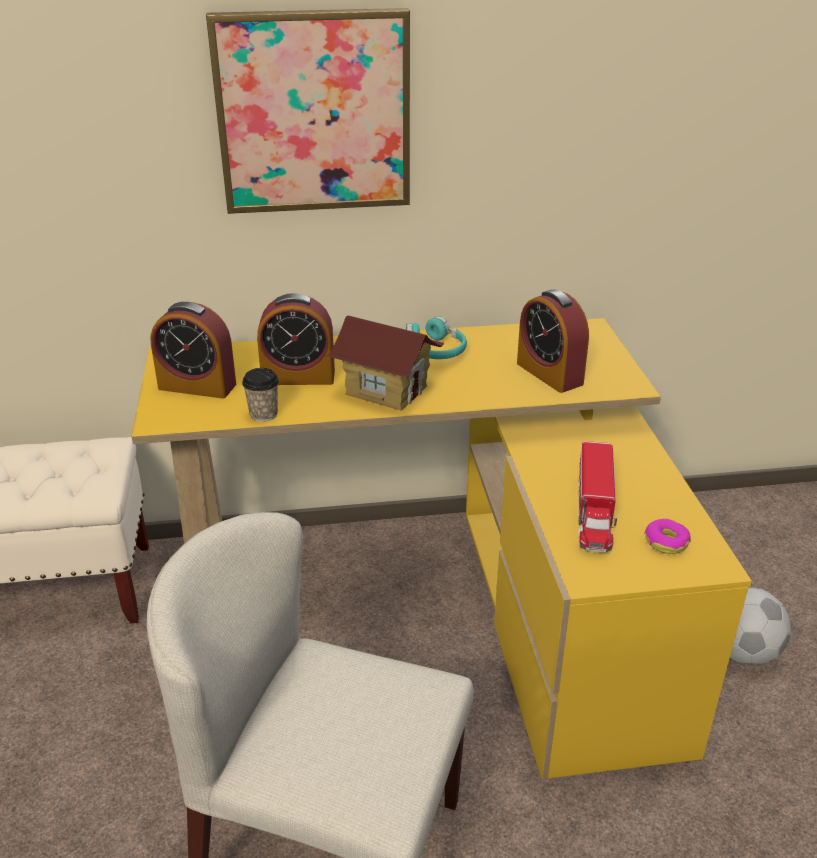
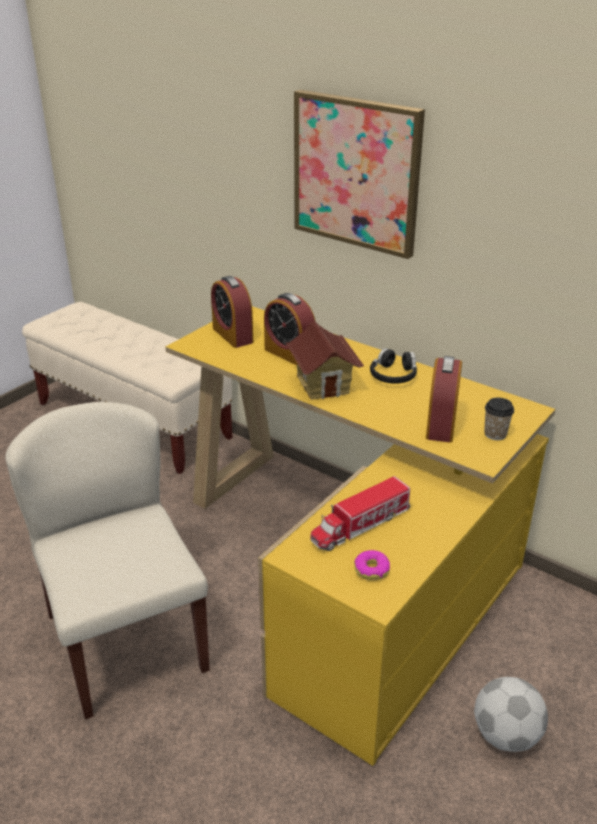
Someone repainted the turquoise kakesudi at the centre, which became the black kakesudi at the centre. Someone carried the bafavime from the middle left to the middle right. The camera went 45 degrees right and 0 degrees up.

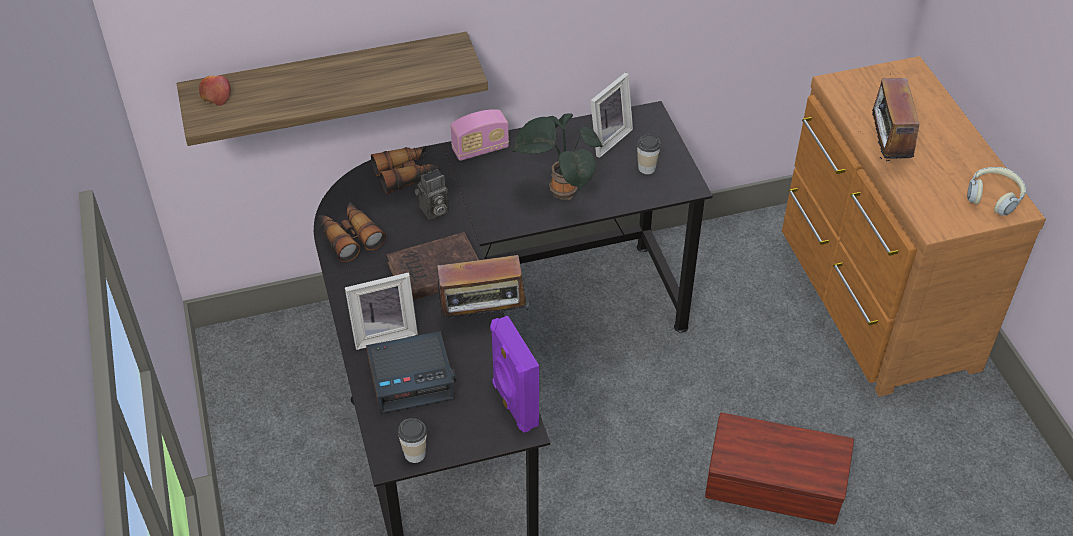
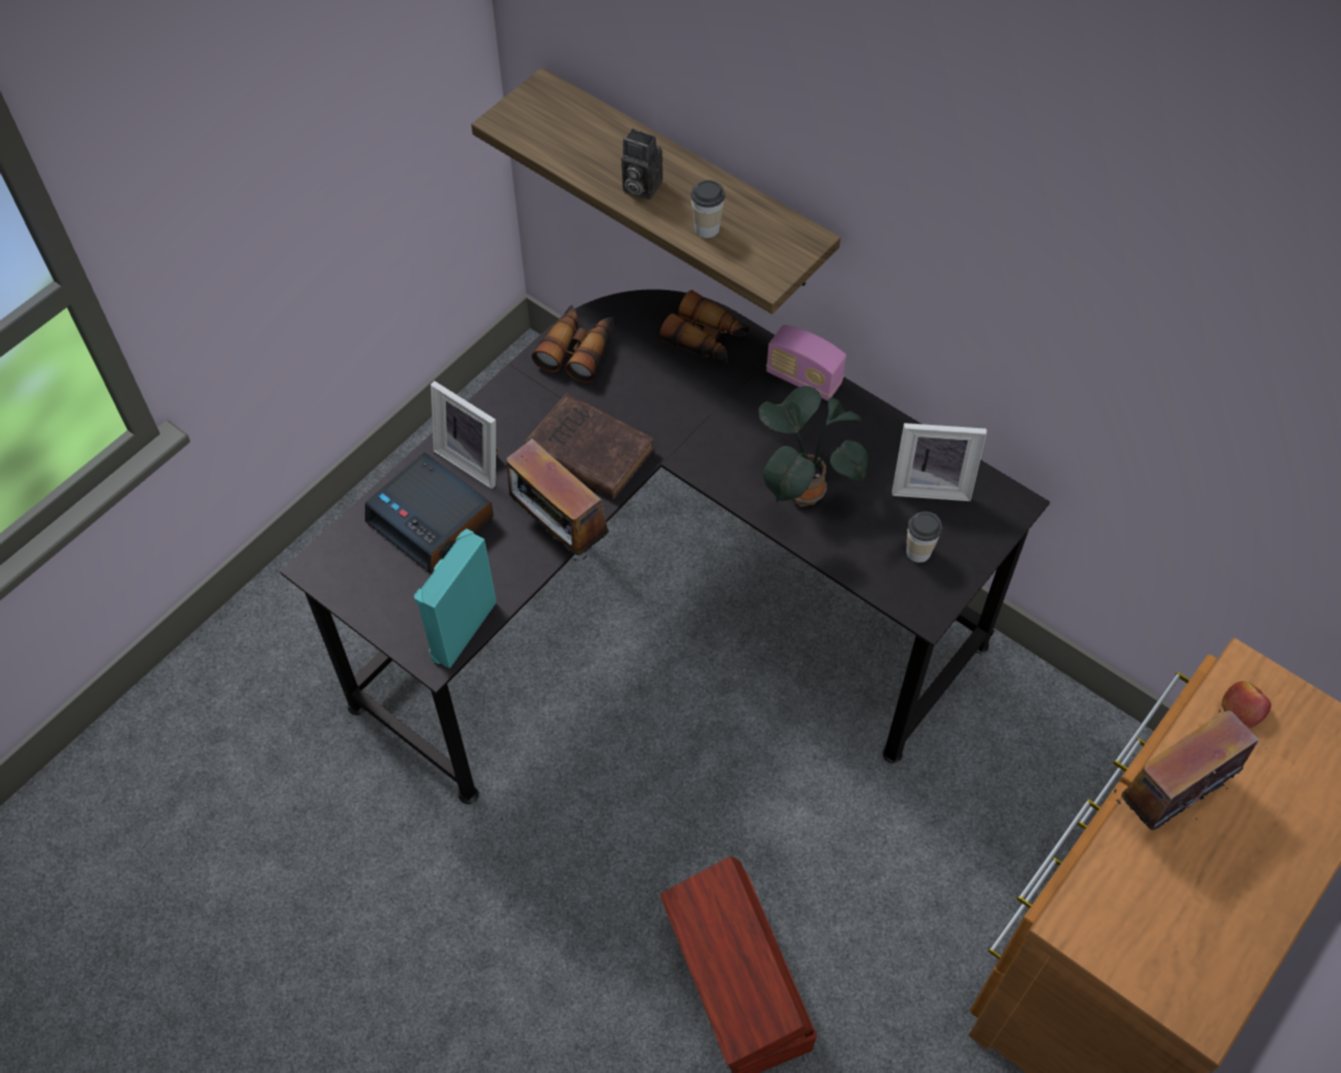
Someone carried the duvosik from the top left to the middle right. Someone took away the kakesudi at the middle right. Someone carried the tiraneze from the centre to the top centre. Someone repainted the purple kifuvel at the bottom centre, which became the turquoise kifuvel at the centre. Someone carried the bafavime (1st from left) from the bottom centre to the top centre. The camera went 55 degrees right and 10 degrees up.

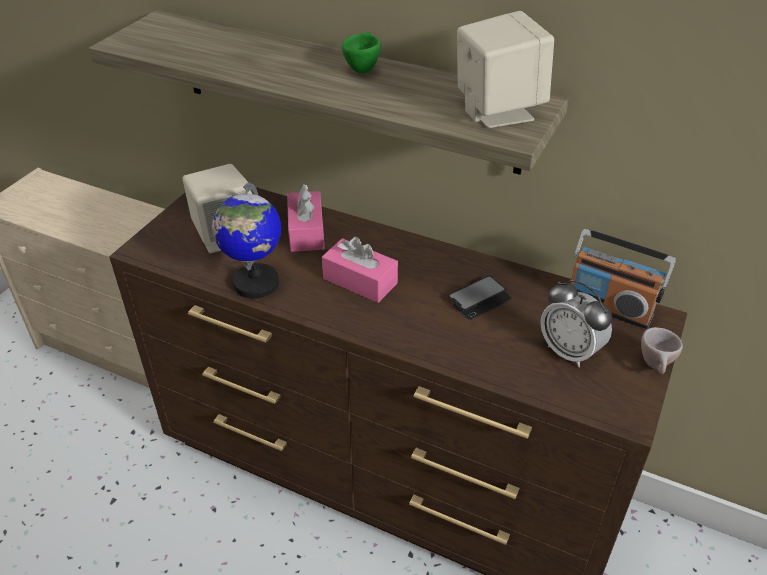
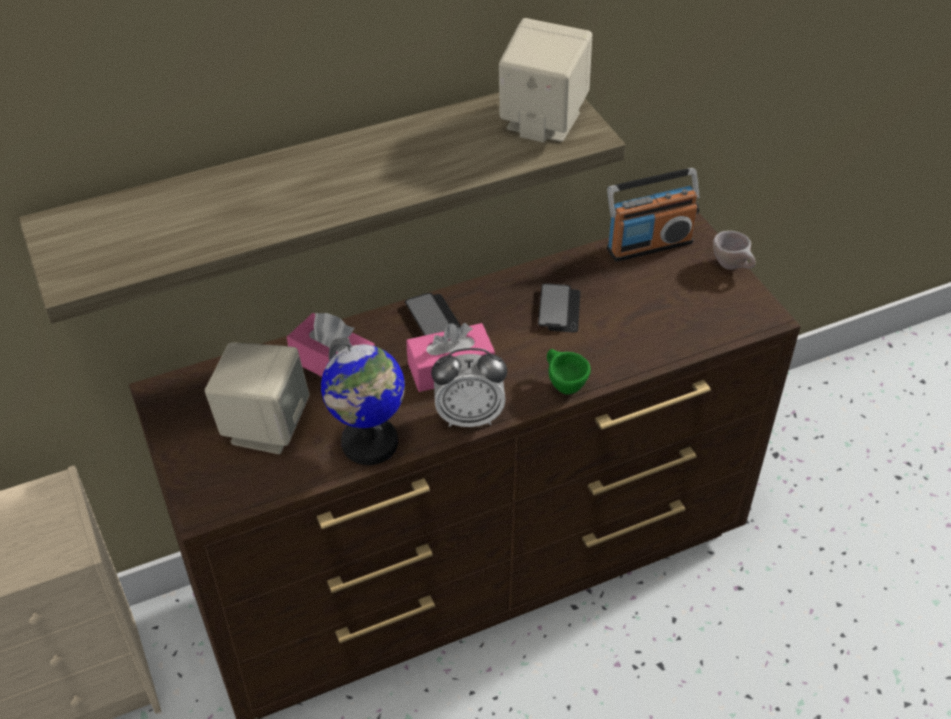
Someone carried the green bafavime from the top centre to the centre. Someone carried the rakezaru from the middle right to the centre. Someone put down the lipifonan (1st from left) at the centre. The camera went 50 degrees left and 5 degrees up.

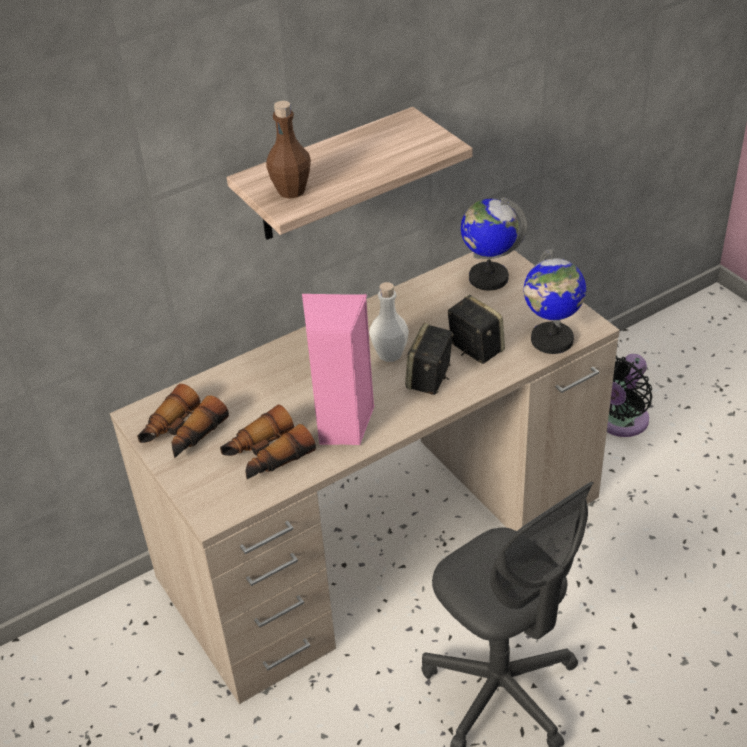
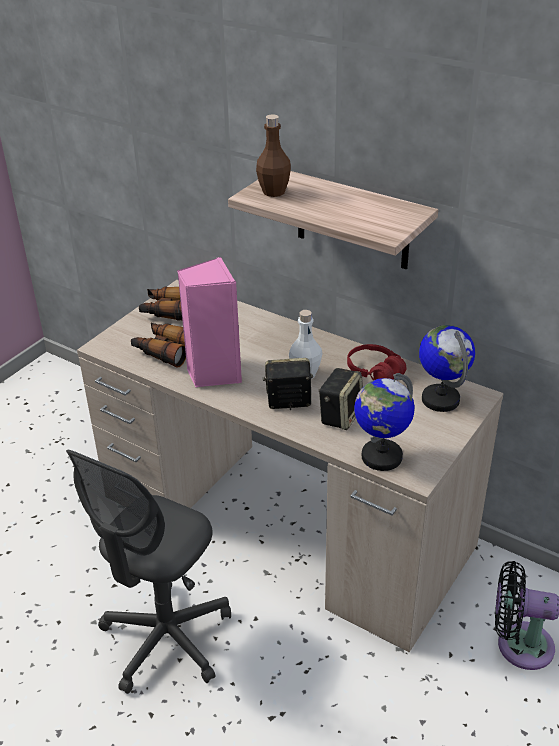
Someone put down the red kakesudi at the middle right. The camera went 65 degrees right and 5 degrees down.

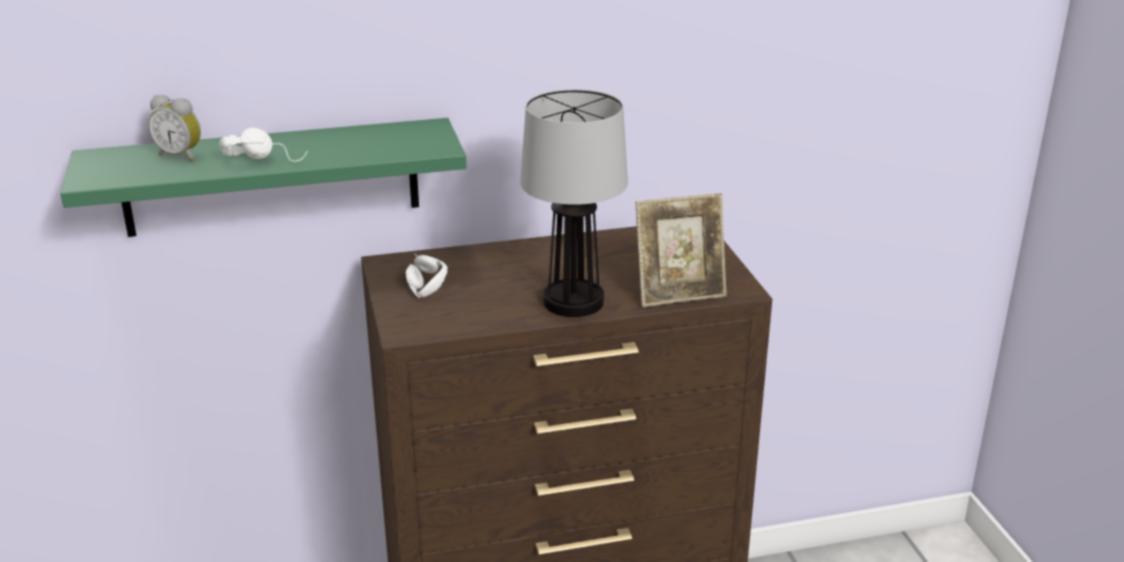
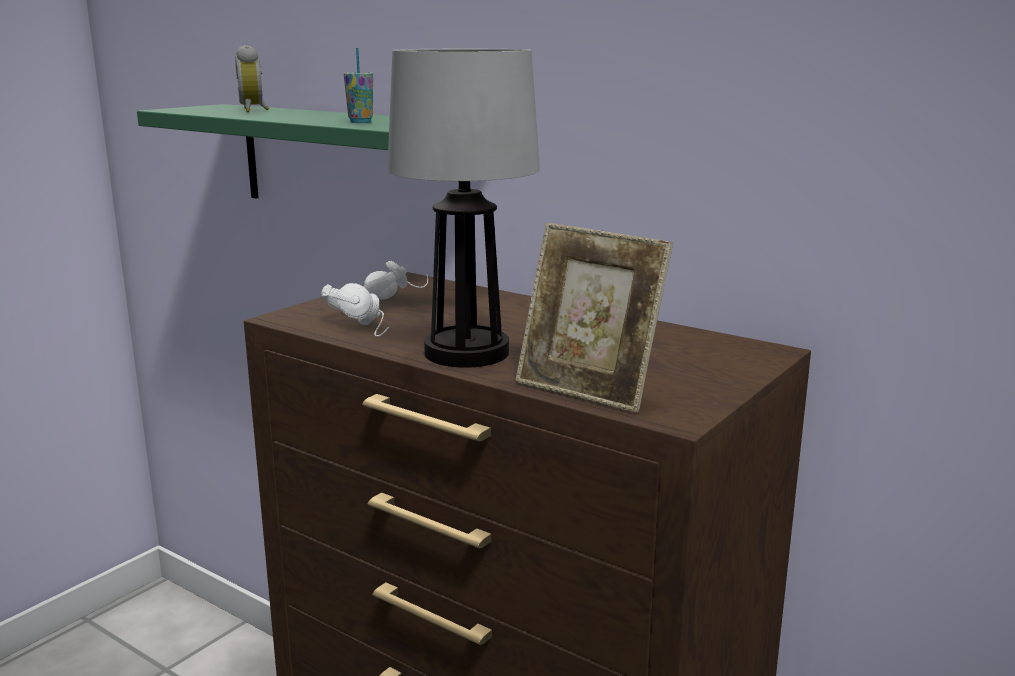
Someone carried the white kakesudi (1st from left) from the top left to the centre. Someone put down the bafavime at the top centre. The camera went 50 degrees right and 10 degrees down.

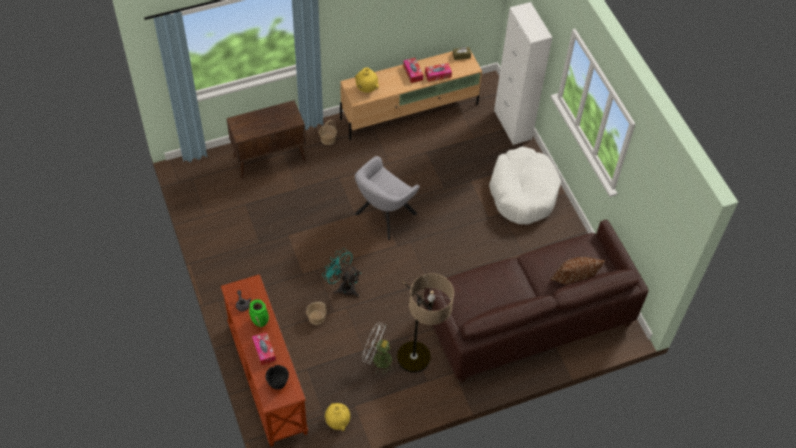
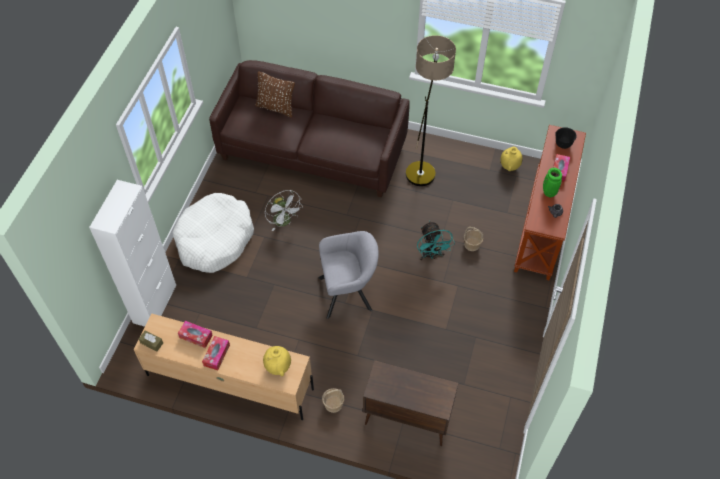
Someone carried the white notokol from the bottom centre to the centre. The camera went 140 degrees left and 0 degrees up.

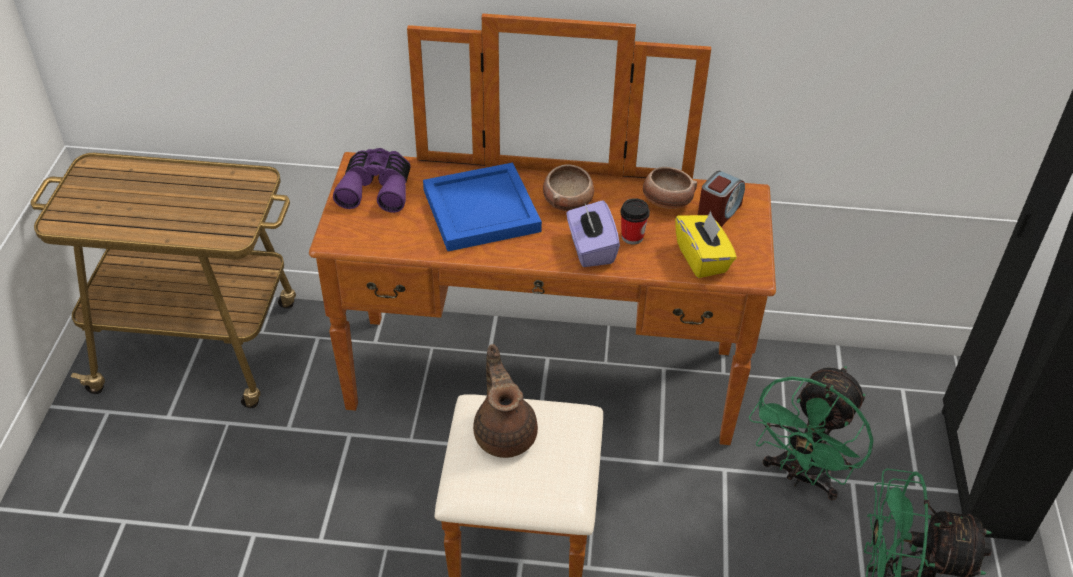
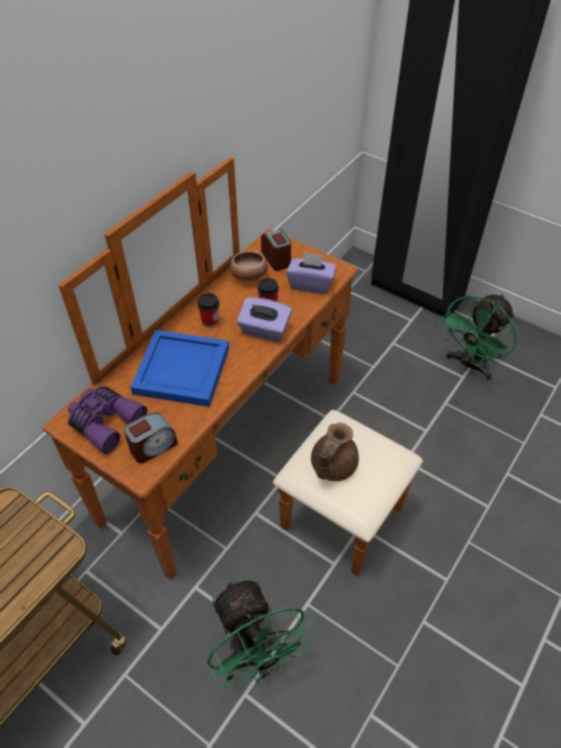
Someone swapped the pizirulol (1st from left) at the top centre for the bafavime (1st from left) at the centre. Someone repainted the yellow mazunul at the centre, which became the purple mazunul (2nd from left) at the centre. Someone rotated the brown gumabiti at the bottom centre by 75 degrees counterclockwise. Someone carried the green notokol (1st from left) from the bottom right to the bottom centre. Someone put down the rakezaru (1st from left) at the middle left. The camera went 60 degrees left and 5 degrees up.

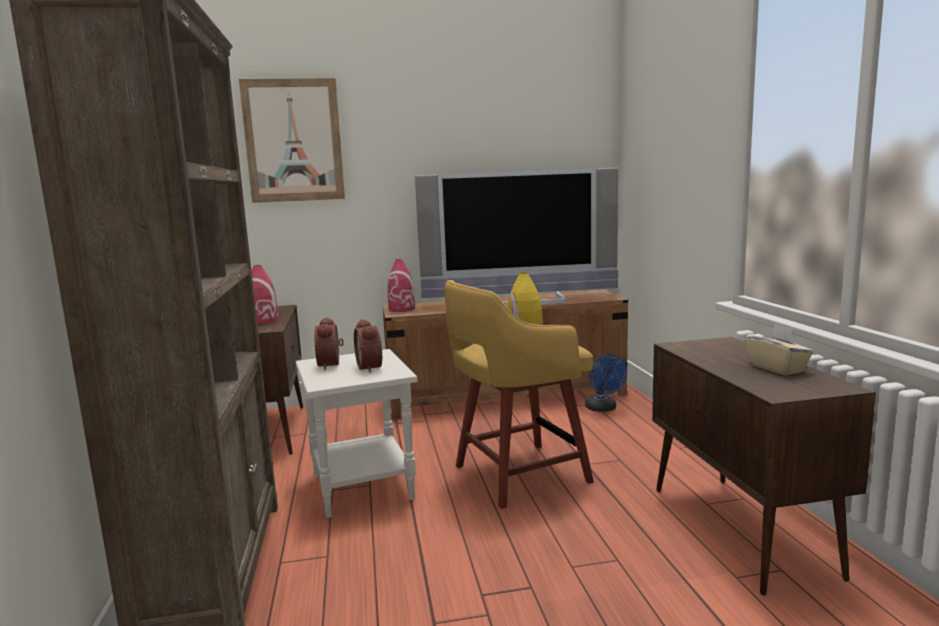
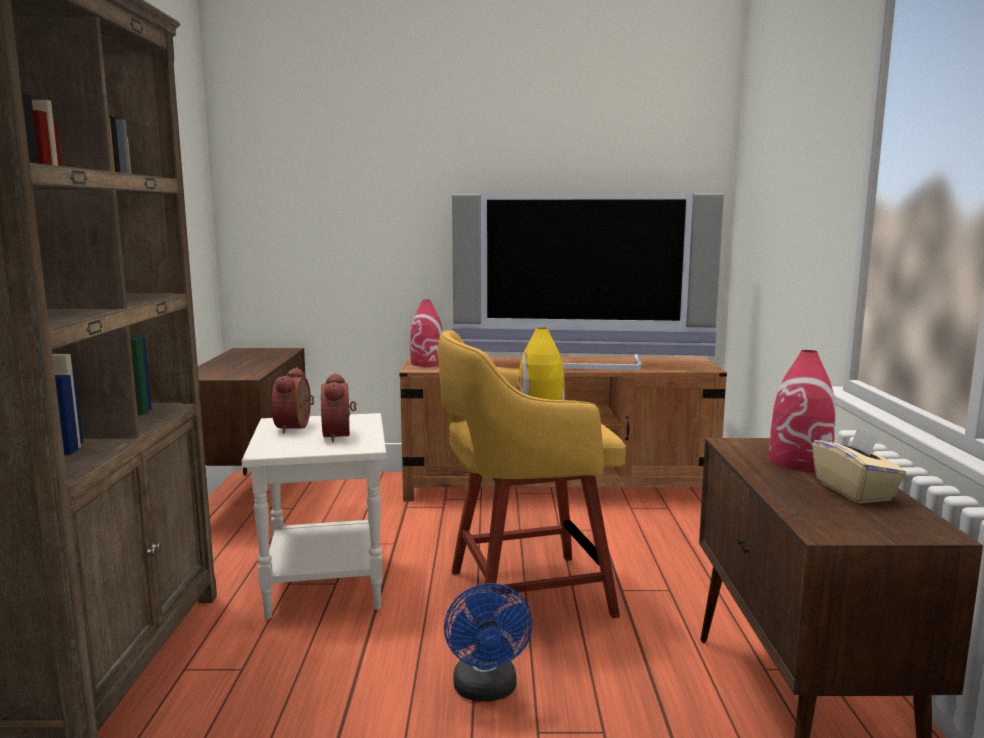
Someone took away the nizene at the top left. Someone carried the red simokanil (1st from left in the first image) from the middle left to the middle right. Someone carried the blue notokol from the centre to the bottom centre. The camera went 10 degrees right and 0 degrees up.

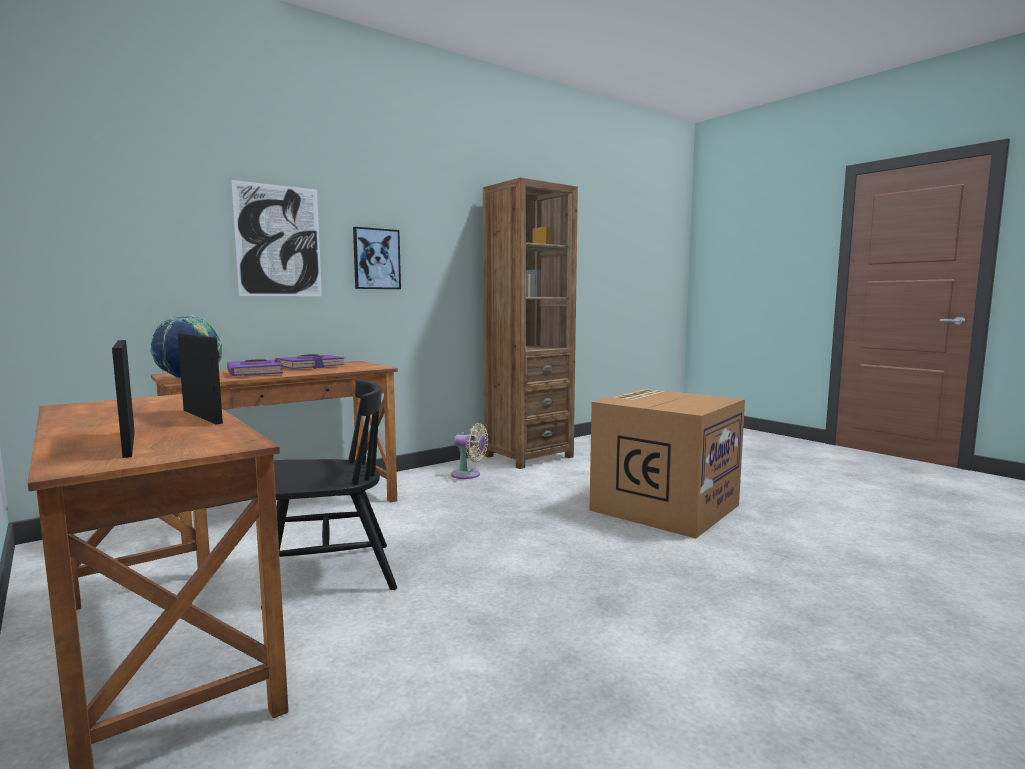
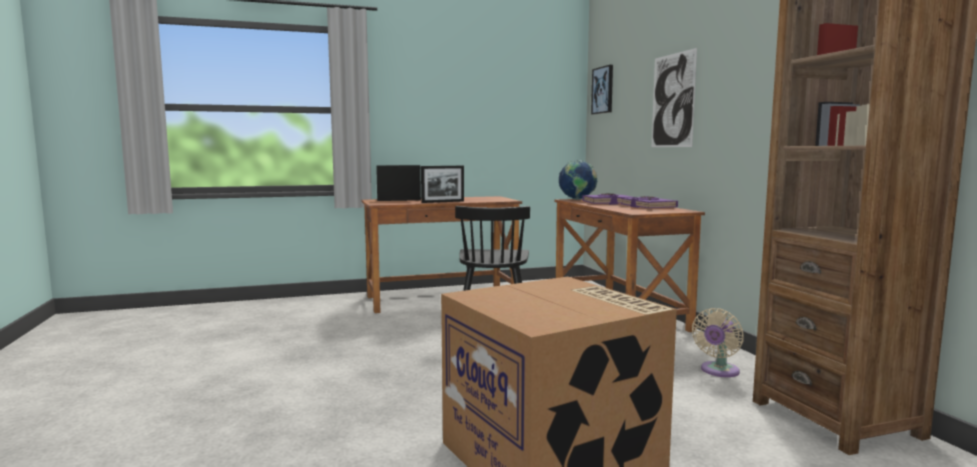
Someone carried the nizene (2nd from left in the first image) from the centre to the top centre. The camera went 110 degrees right and 0 degrees up.

